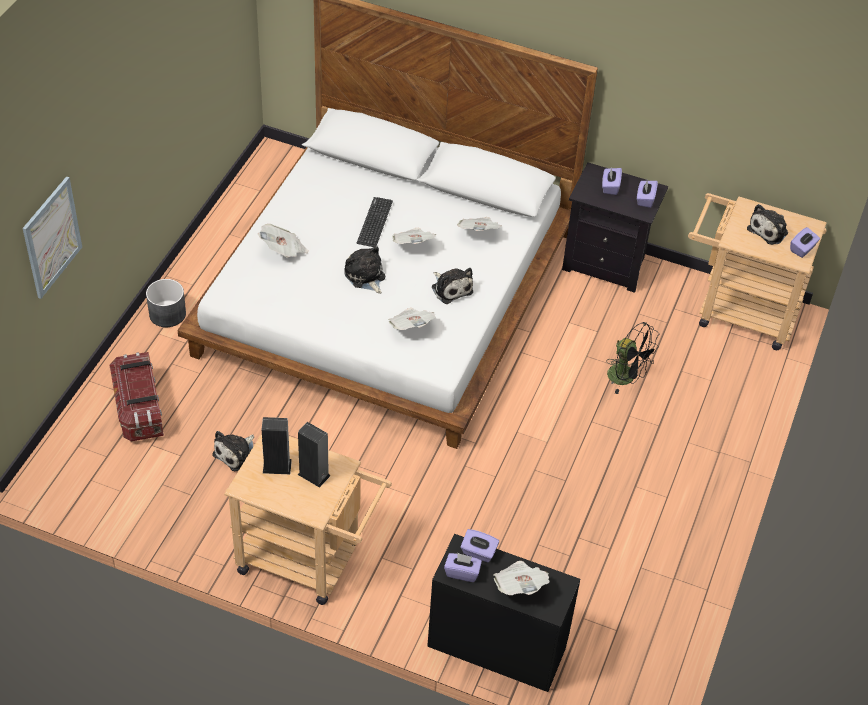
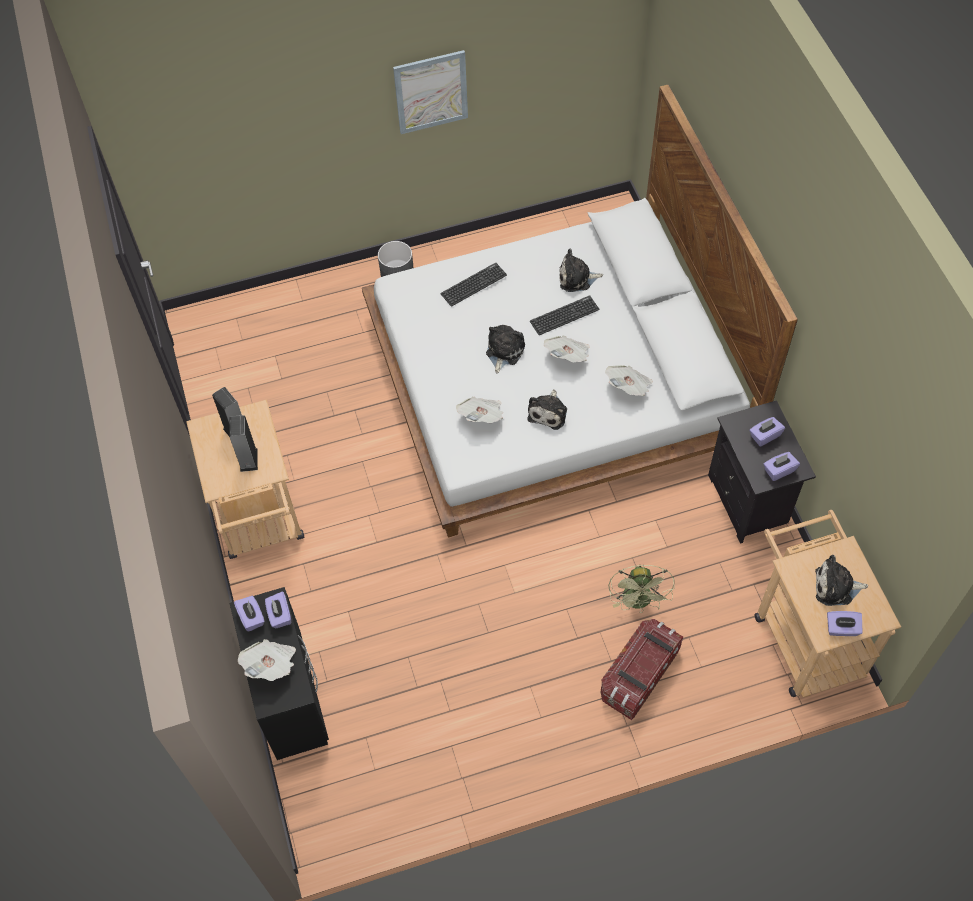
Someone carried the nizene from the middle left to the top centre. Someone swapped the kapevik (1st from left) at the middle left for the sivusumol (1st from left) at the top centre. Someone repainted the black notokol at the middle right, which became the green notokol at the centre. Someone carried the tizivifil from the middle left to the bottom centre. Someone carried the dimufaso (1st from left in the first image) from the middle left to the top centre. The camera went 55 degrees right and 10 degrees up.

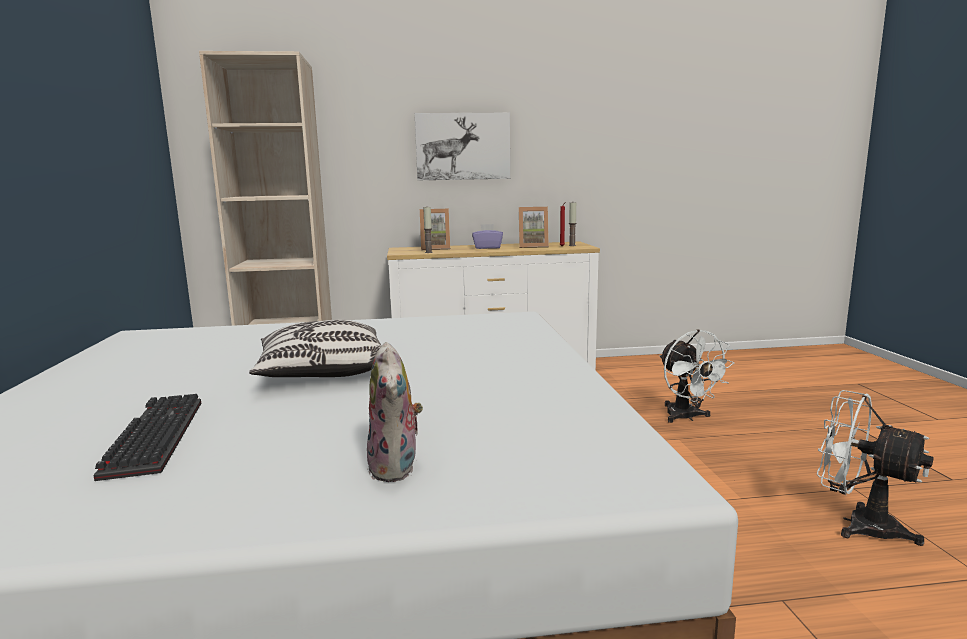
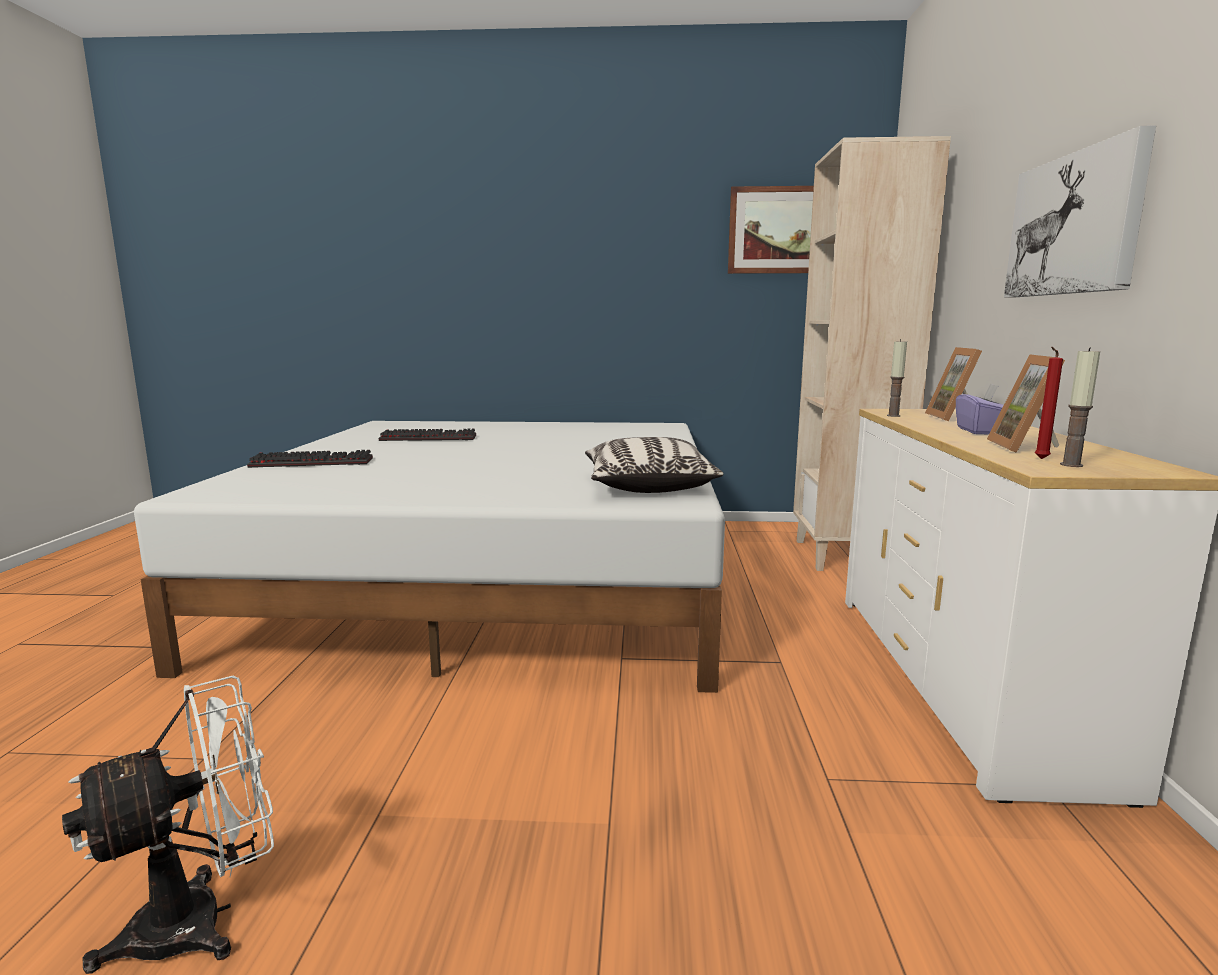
Someone carried the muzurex from the middle left to the centre. Someone took away the white notokol (1st from left) at the middle right. Someone swapped the dimufaso at the centre for the sivusumol (1st from left) at the middle left. Someone put up the nizene (1st from left) at the top centre. The camera went 100 degrees right and 0 degrees up.

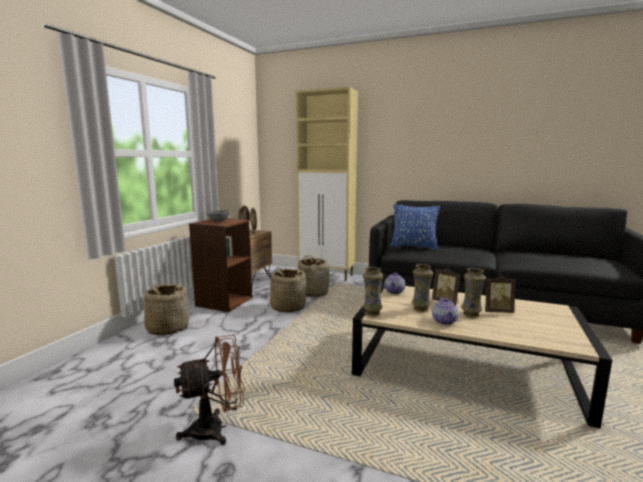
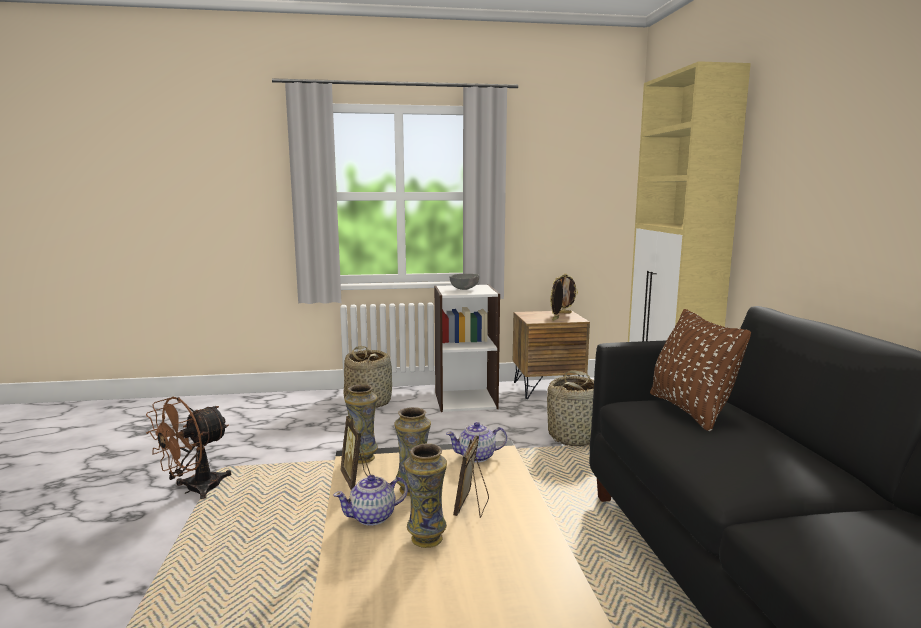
Someone repainted the blue muzurex at the centre, which became the brown muzurex at the middle right. Someone repainted the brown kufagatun at the centre, which became the white kufagatun at the centre. Someone took away the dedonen (2nd from left) at the centre. Someone carried the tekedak (4th from left in the first image) from the middle right to the bottom centre. Someone rotated the brown notokol at the bottom left by 90 degrees clockwise. The camera went 60 degrees right and 0 degrees up.

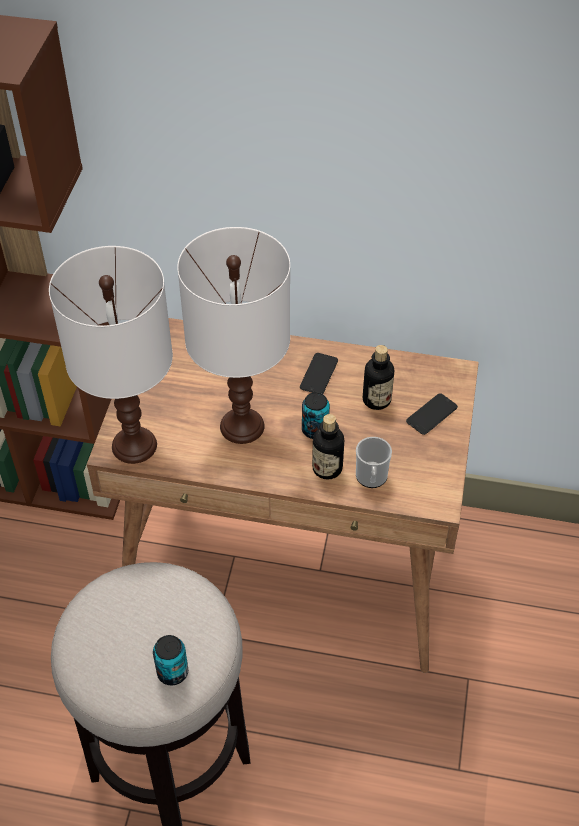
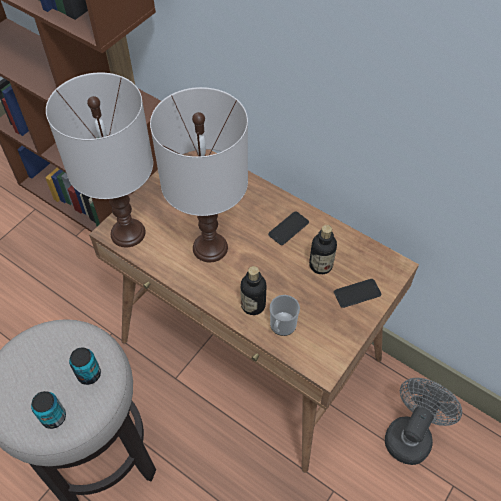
Someone carried the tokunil (2nd from left) from the centre to the bottom left. Someone put down the grey notokol at the bottom right. The camera went 25 degrees right and 5 degrees up.

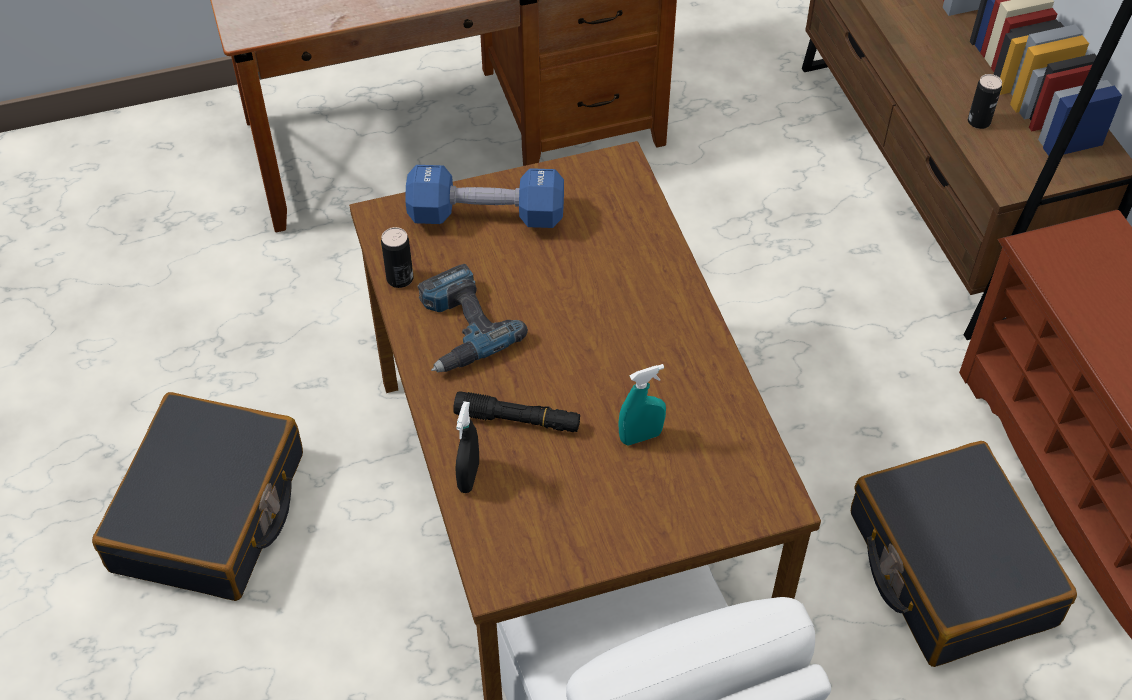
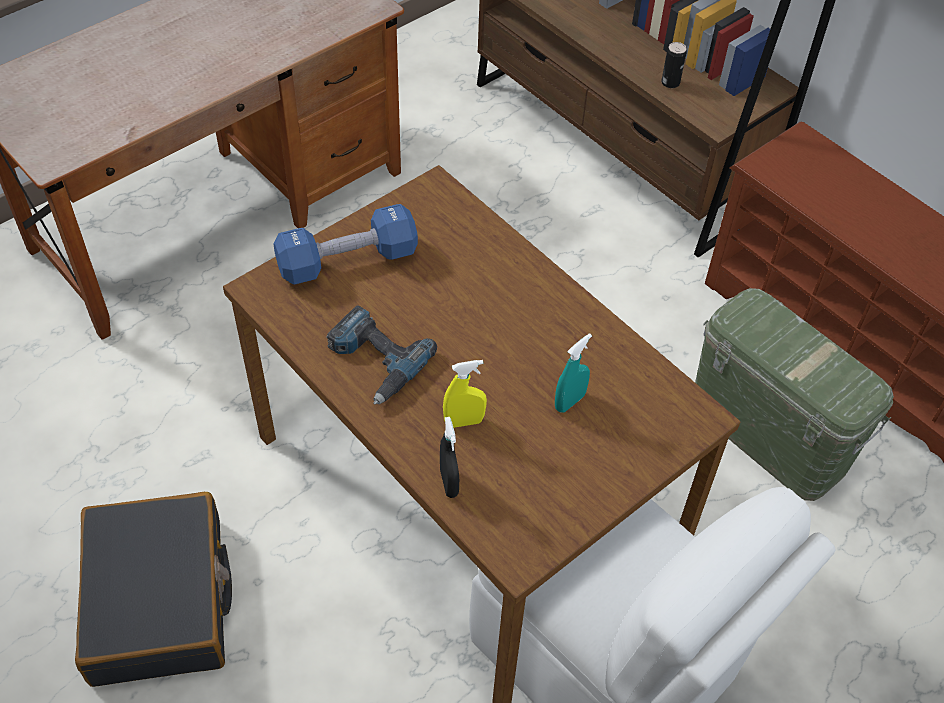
Someone took away the tokunil (1st from left) at the centre. Someone swapped the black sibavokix at the centre for the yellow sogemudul at the centre. Someone swapped the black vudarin (2nd from left) at the bottom right for the green tizivifil at the middle right. The camera went 25 degrees left and 0 degrees up.

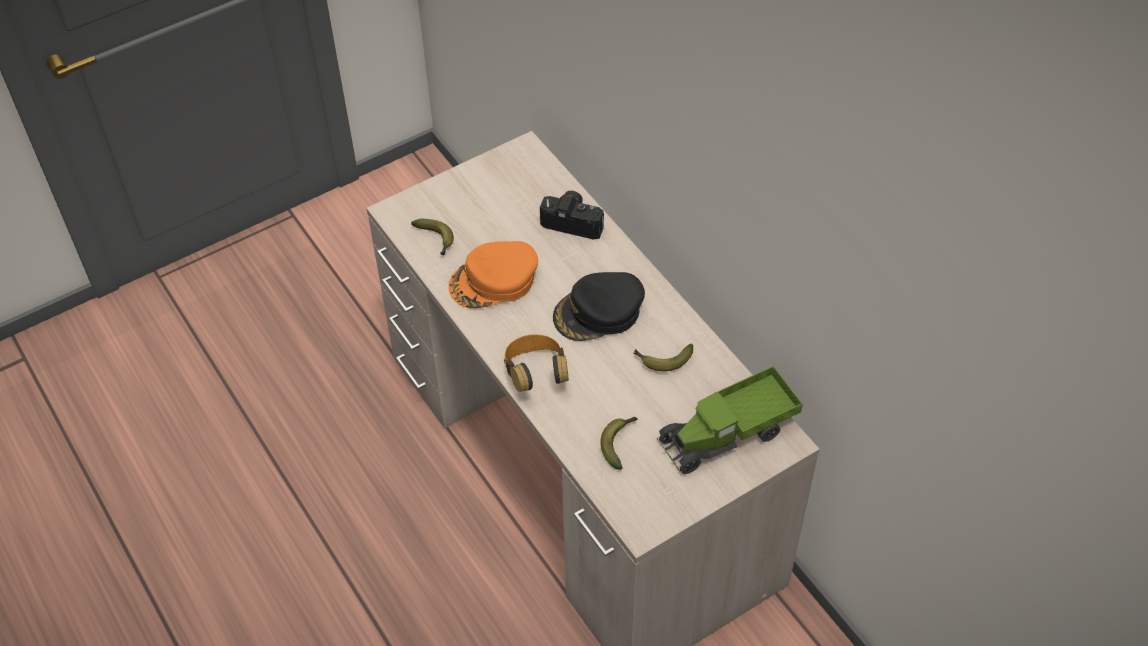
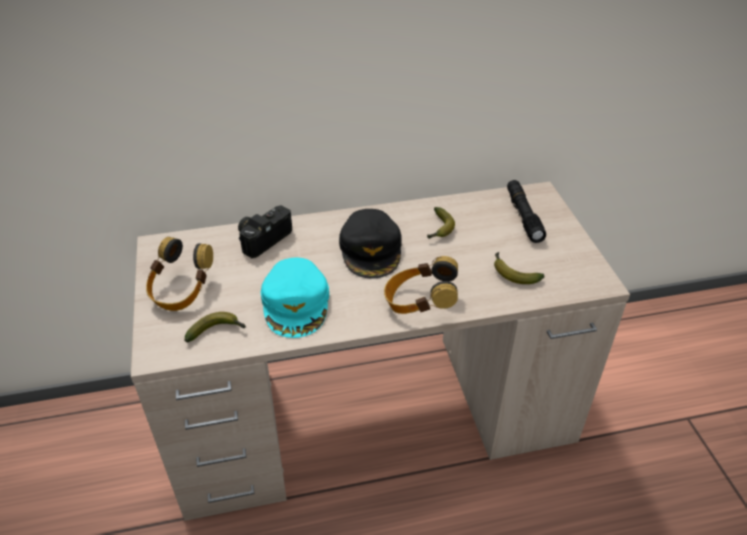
Someone repainted the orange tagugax at the centre, which became the turquoise tagugax at the centre. Someone swapped the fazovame at the centre for the black sibavokix at the middle right. Someone put down the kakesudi (1st from left) at the middle left. The camera went 70 degrees left and 10 degrees down.

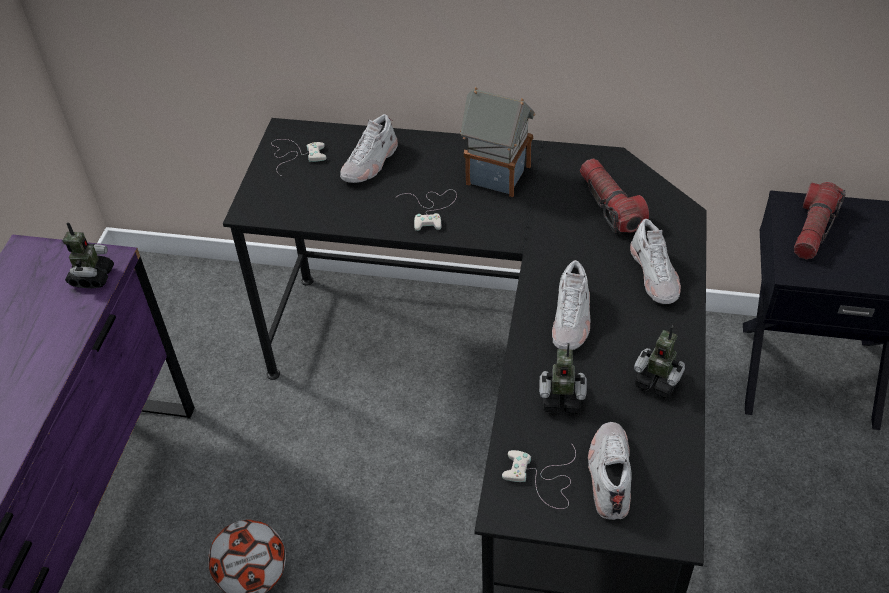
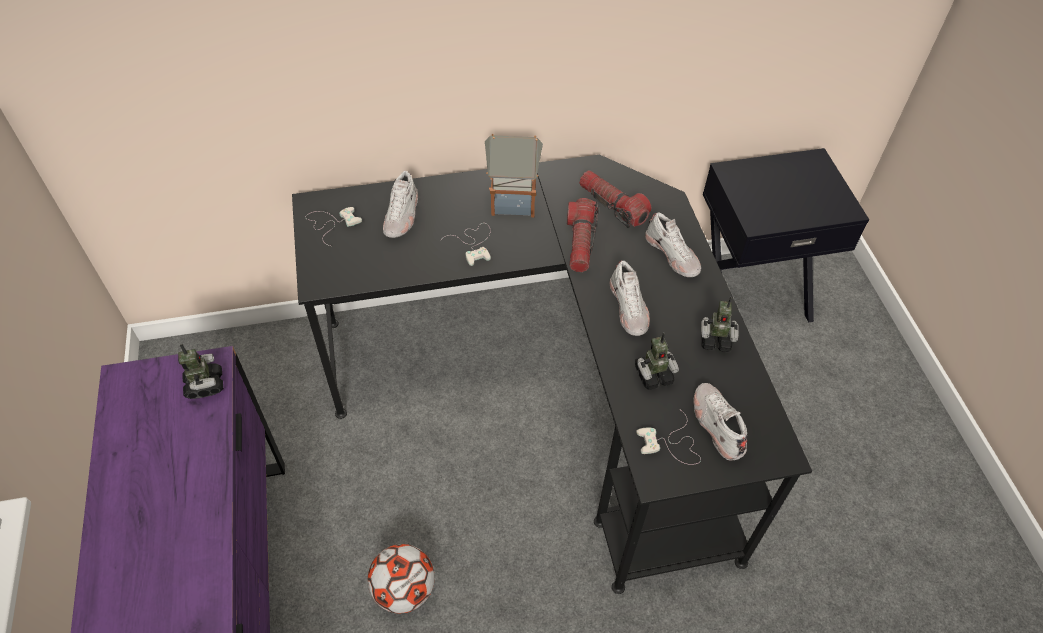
Someone carried the sibavokix (2nd from left in the first image) from the middle right to the centre. The camera went 25 degrees left and 5 degrees up.

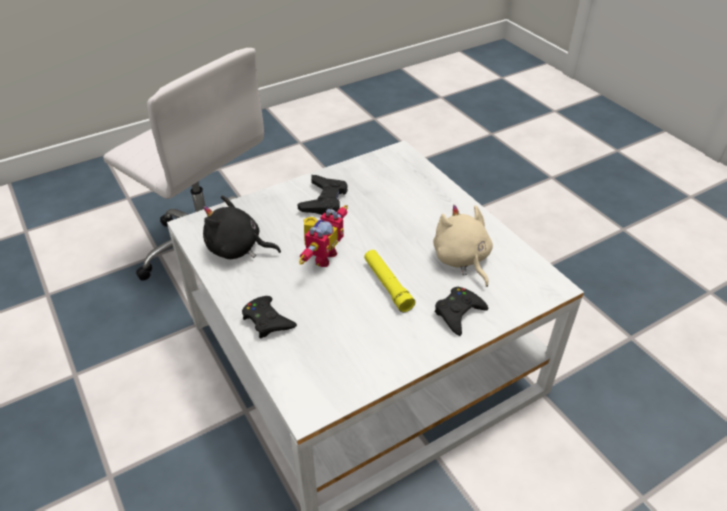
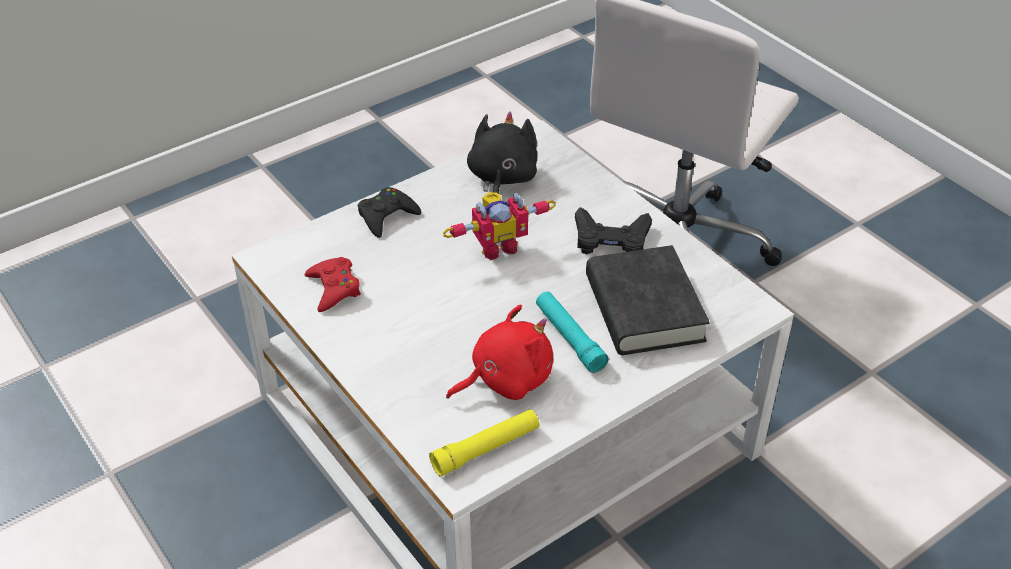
Someone rotated the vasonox at the centre by 45 degrees counterclockwise. Someone repainted the beige dimufaso at the centre, which became the red dimufaso at the centre. Someone carried the yellow sibavokix from the centre to the bottom centre. Someone took away the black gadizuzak (3rd from left) at the centre. Someone put down the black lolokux at the centre. Someone put down the red gadizuzak at the middle left. Someone put down the turquoise sibavokix at the centre. The camera went 85 degrees right and 0 degrees up.

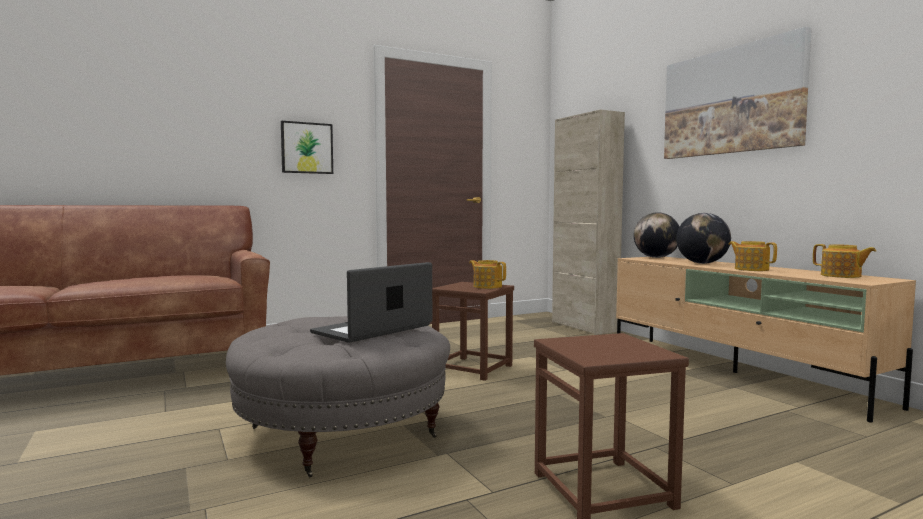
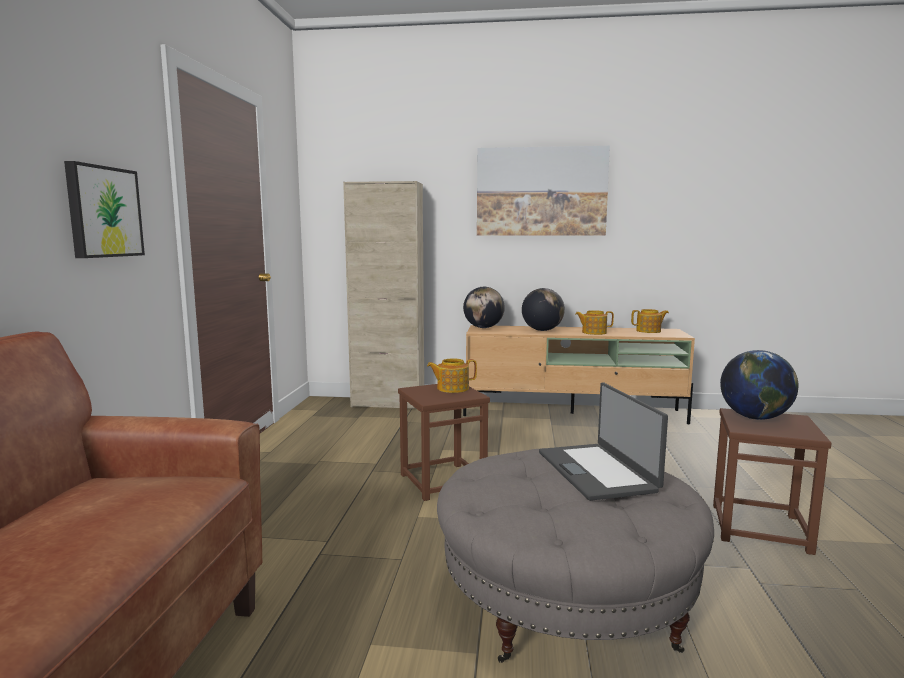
Someone put down the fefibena (3rd from left) at the middle right. The camera went 55 degrees left and 5 degrees up.

